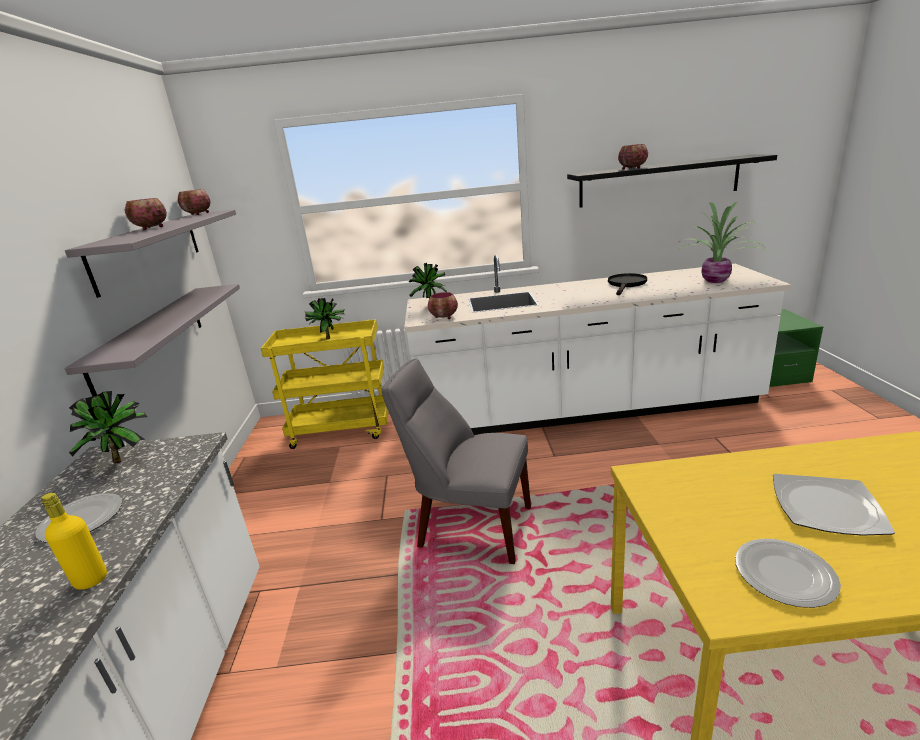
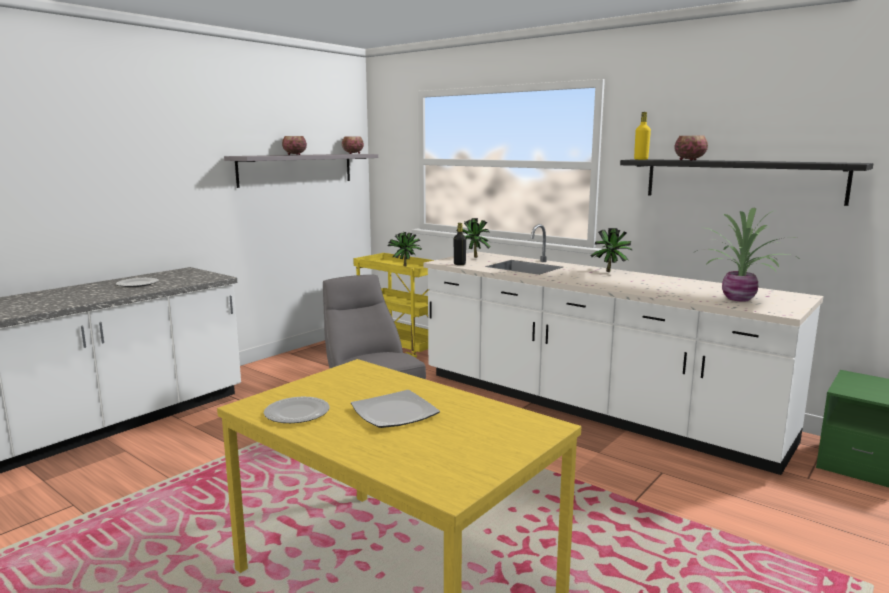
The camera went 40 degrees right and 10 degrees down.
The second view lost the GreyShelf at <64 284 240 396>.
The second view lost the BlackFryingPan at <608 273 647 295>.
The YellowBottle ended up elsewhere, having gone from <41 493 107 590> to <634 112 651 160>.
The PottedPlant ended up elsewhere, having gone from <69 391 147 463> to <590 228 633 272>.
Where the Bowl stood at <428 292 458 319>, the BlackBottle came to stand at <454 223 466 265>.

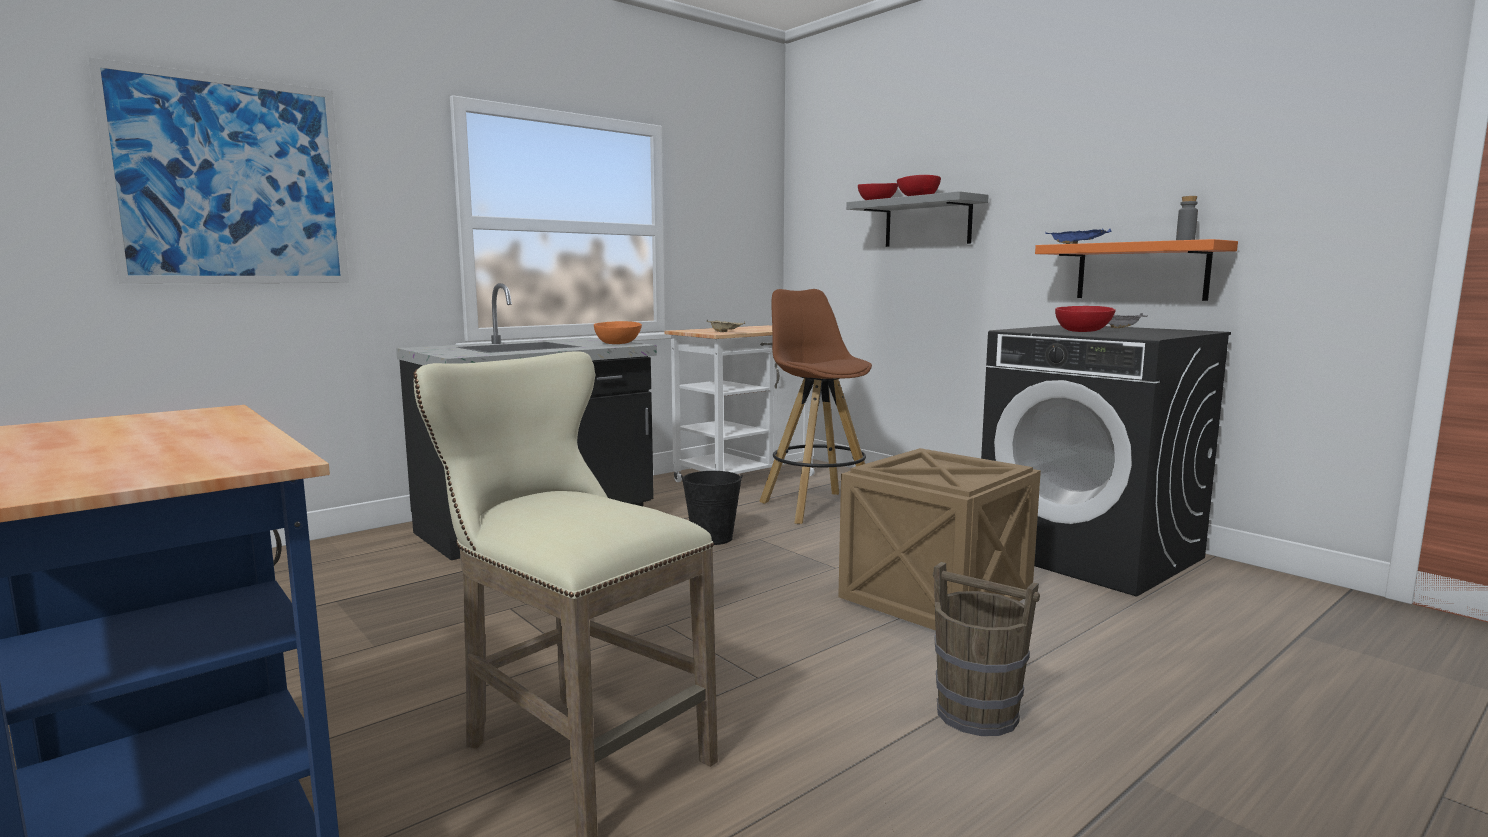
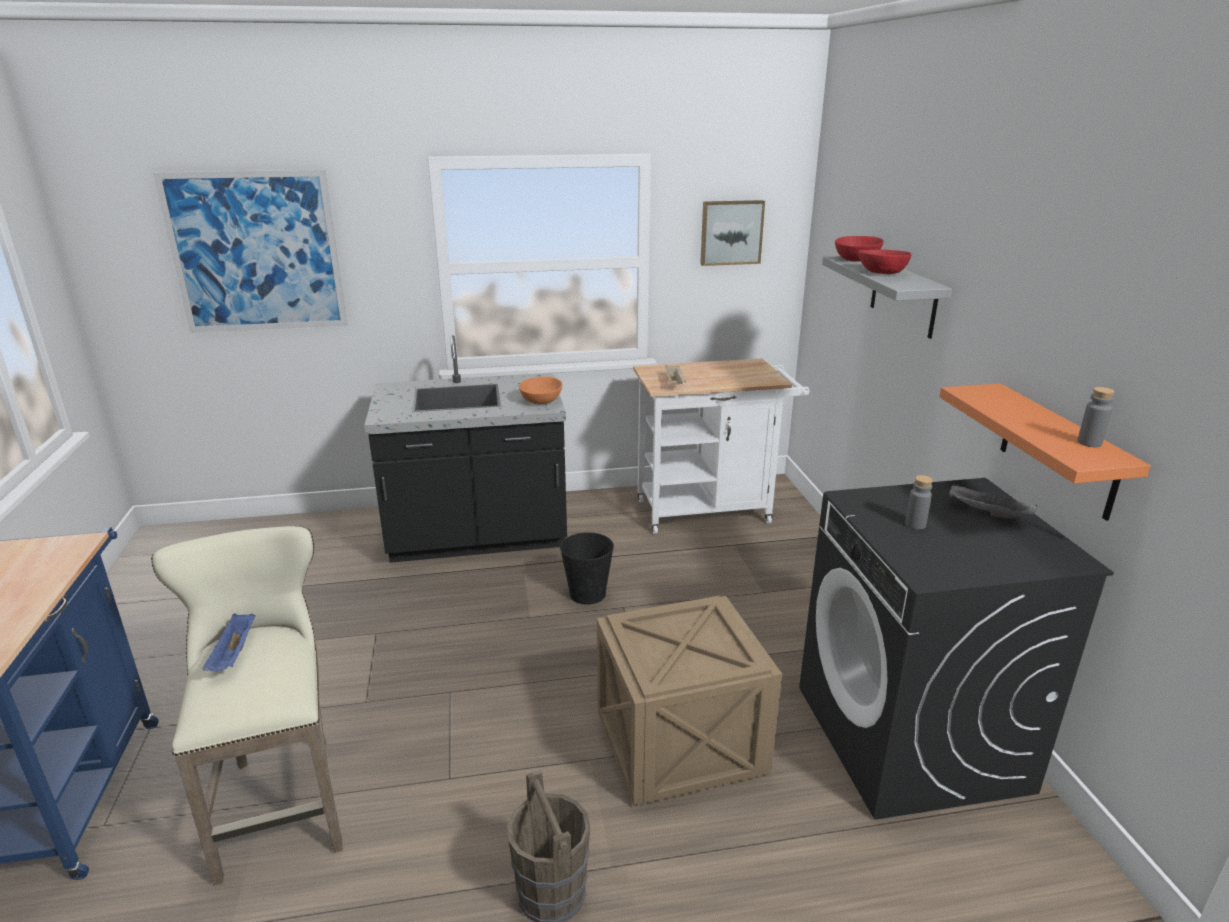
The camera went 30 degrees right and 15 degrees up.
The second view lost the BrownStool at <759 289 872 524>.
The second view gained the Picture at <700 200 765 266>.
The BlueTray ended up elsewhere, having gone from <1045 228 1112 244> to <202 613 255 671>.
Where the RedBowl stood at <1055 306 1116 332>, the GreyBottle came to stand at <905 475 933 529>.

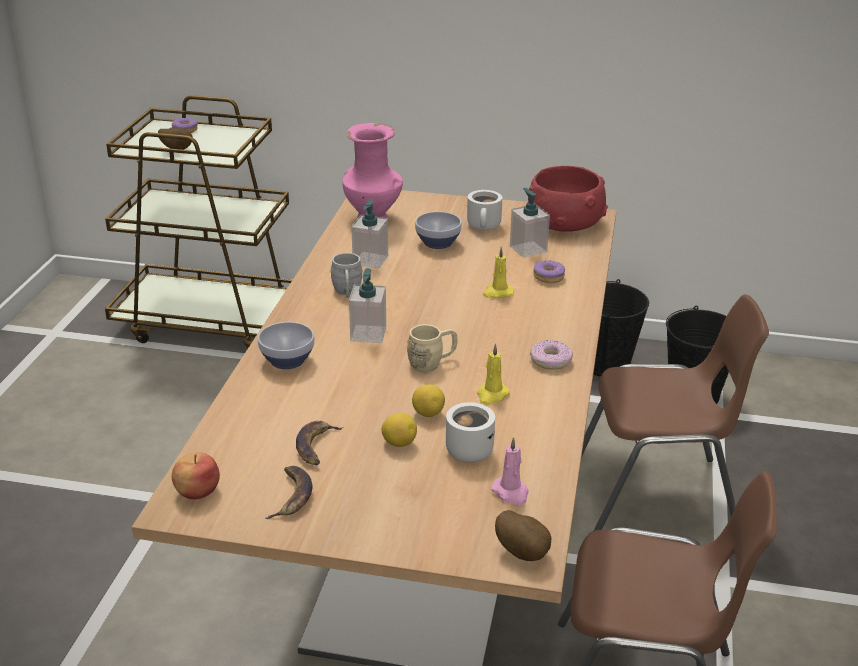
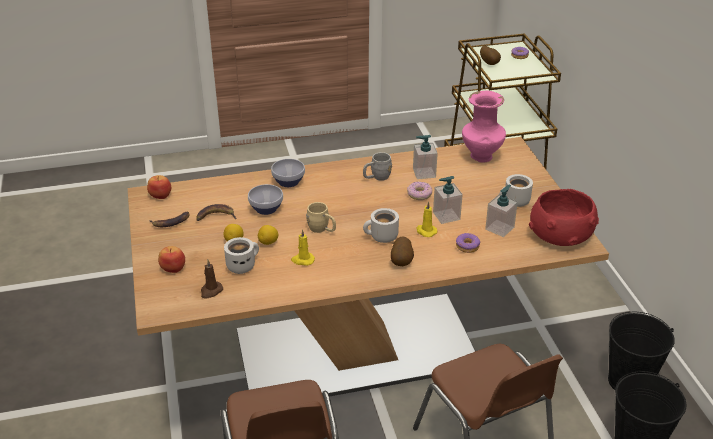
The camera went 65 degrees right and 5 degrees up.
The second view gained the Apple at <158 246 185 273>.
The second view gained the WhiteMug at <363 208 399 243>.
The SoapDispenser ended up elsewhere, having gone from <349 268 386 343> to <433 176 463 224>.
The Bowl ended up elsewhere, having gone from <415 212 462 249> to <248 184 283 215>.
The Potato ended up elsewhere, having gone from <495 510 551 561> to <391 237 414 266>.
The Donut ended up elsewhere, having gone from <530 340 573 370> to <407 182 432 200>.
What was the PinkCandle at <491 437 529 505> turned into the BrownCandle at <201 260 223 299>.

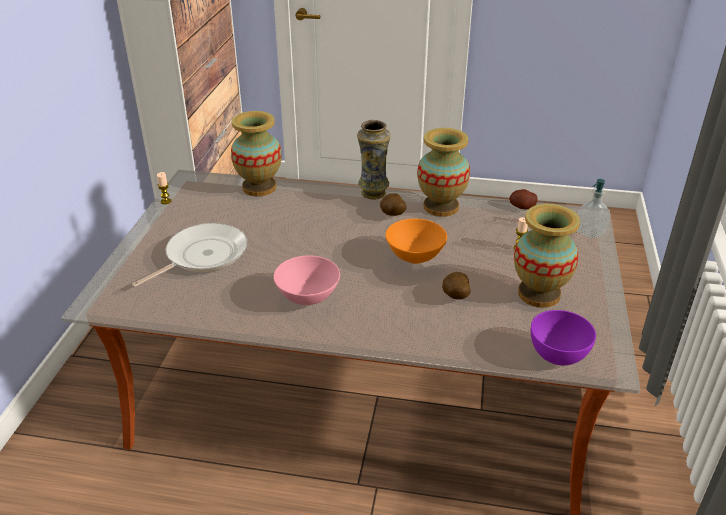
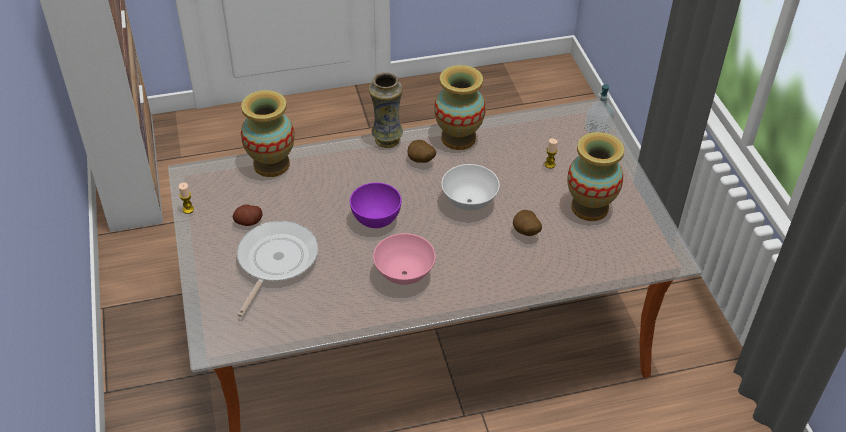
The camera went 25 degrees left and 10 degrees up.
The Potato ended up elsewhere, having gone from <509 189 538 209> to <233 204 263 226>.
The PurpleBowl ended up elsewhere, having gone from <531 310 596 365> to <350 182 401 228>.
What was the OrangeBowl at <386 218 447 264> turned into the WhiteBowl at <441 164 500 210>.

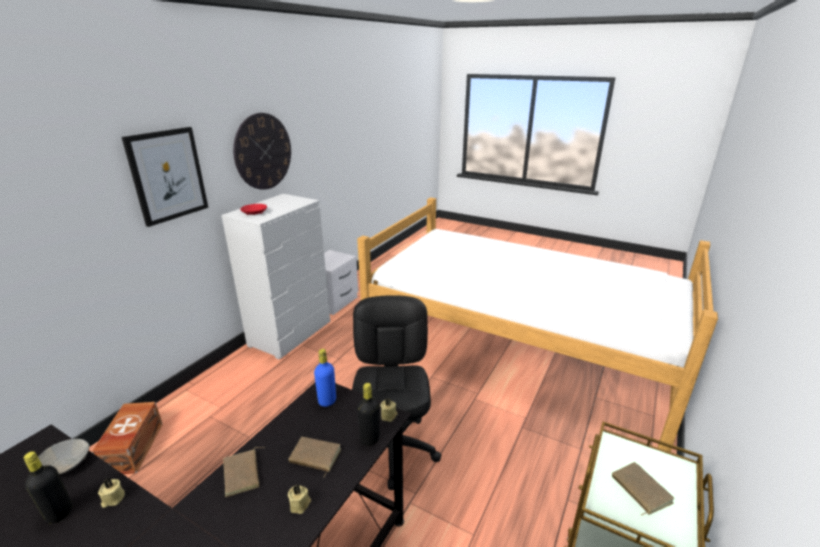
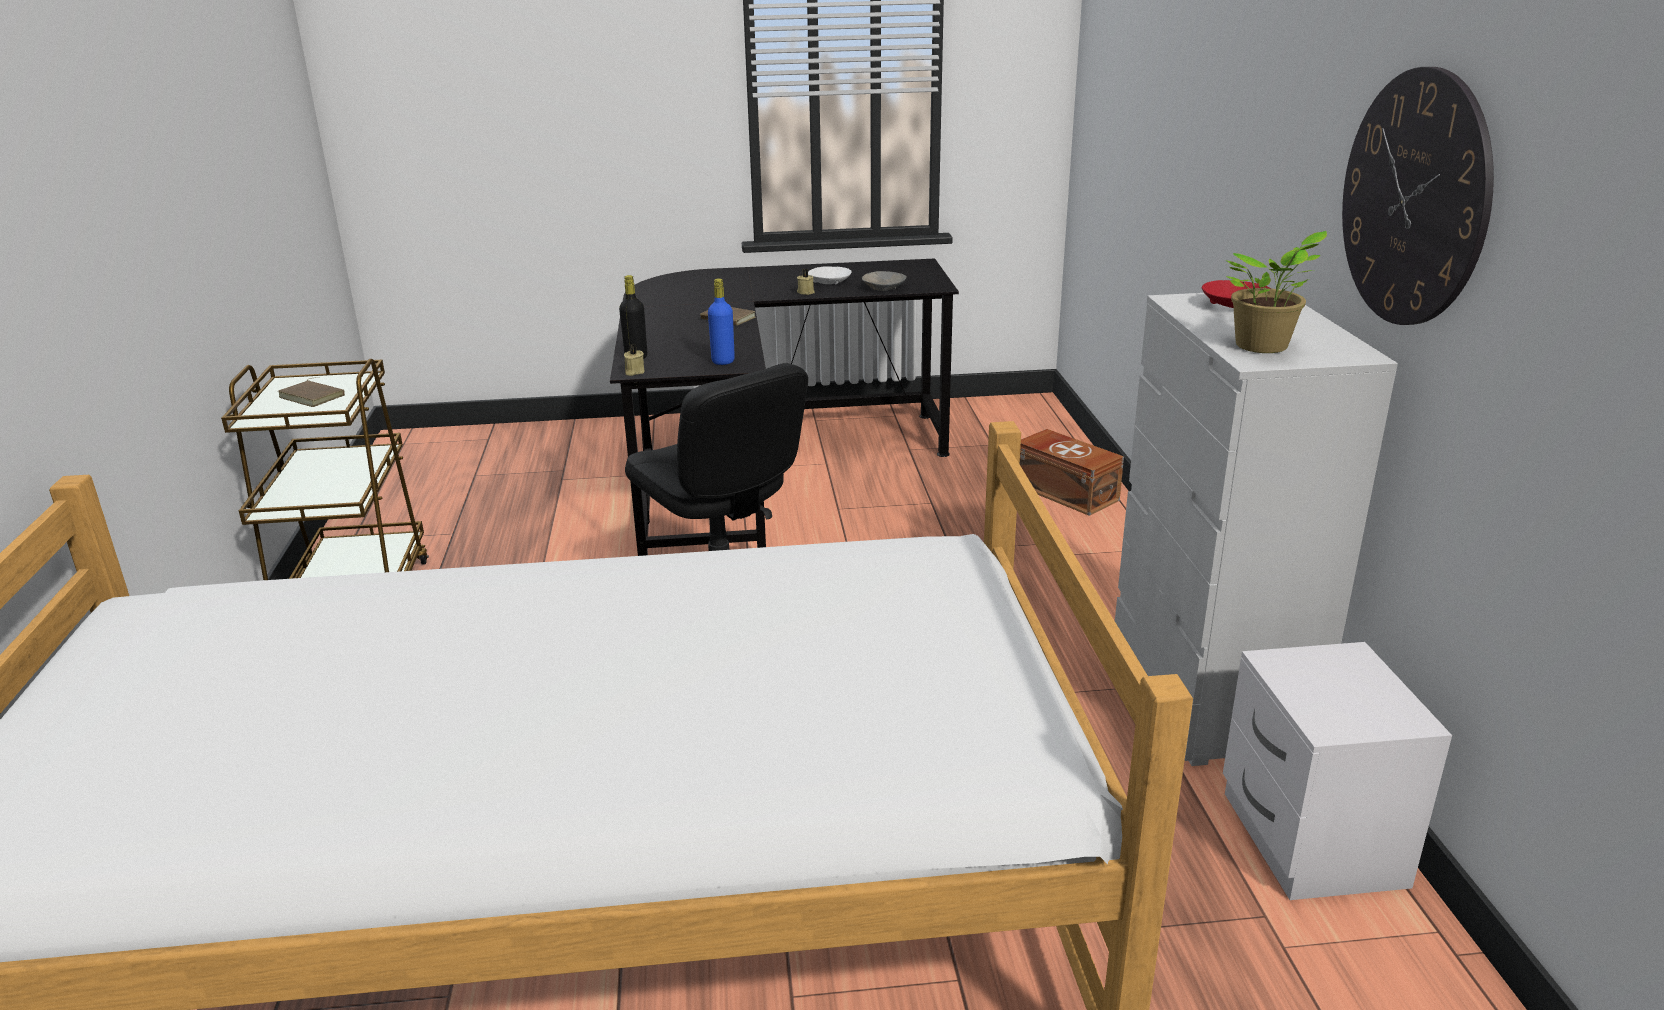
The camera went 145 degrees right and 0 degrees up.
The second view lost the Picture at <122 127 208 227>.
The second view lost the BrownBook at <288 437 341 477>.
The second view lost the BeigeCandle at <288 485 311 514>.
The second view gained the PottedPlant at <1225 231 1327 353>.
Where the BlackBottle stood at <24 451 72 523>, the WhiteBowl came to stand at <808 266 852 284>.

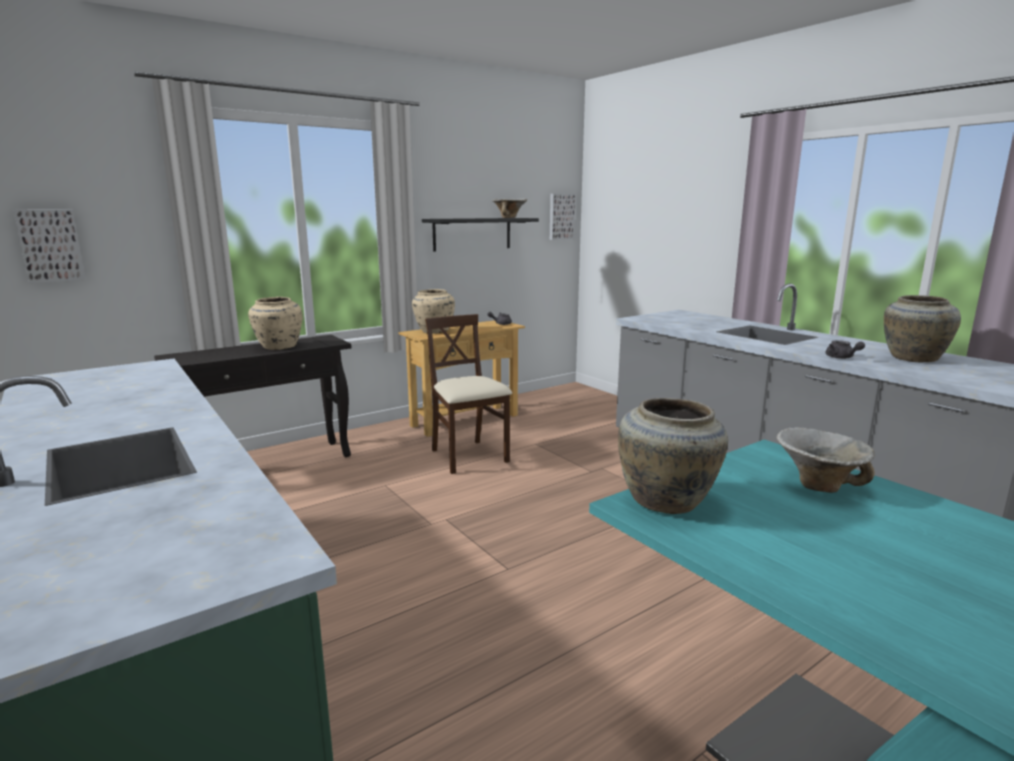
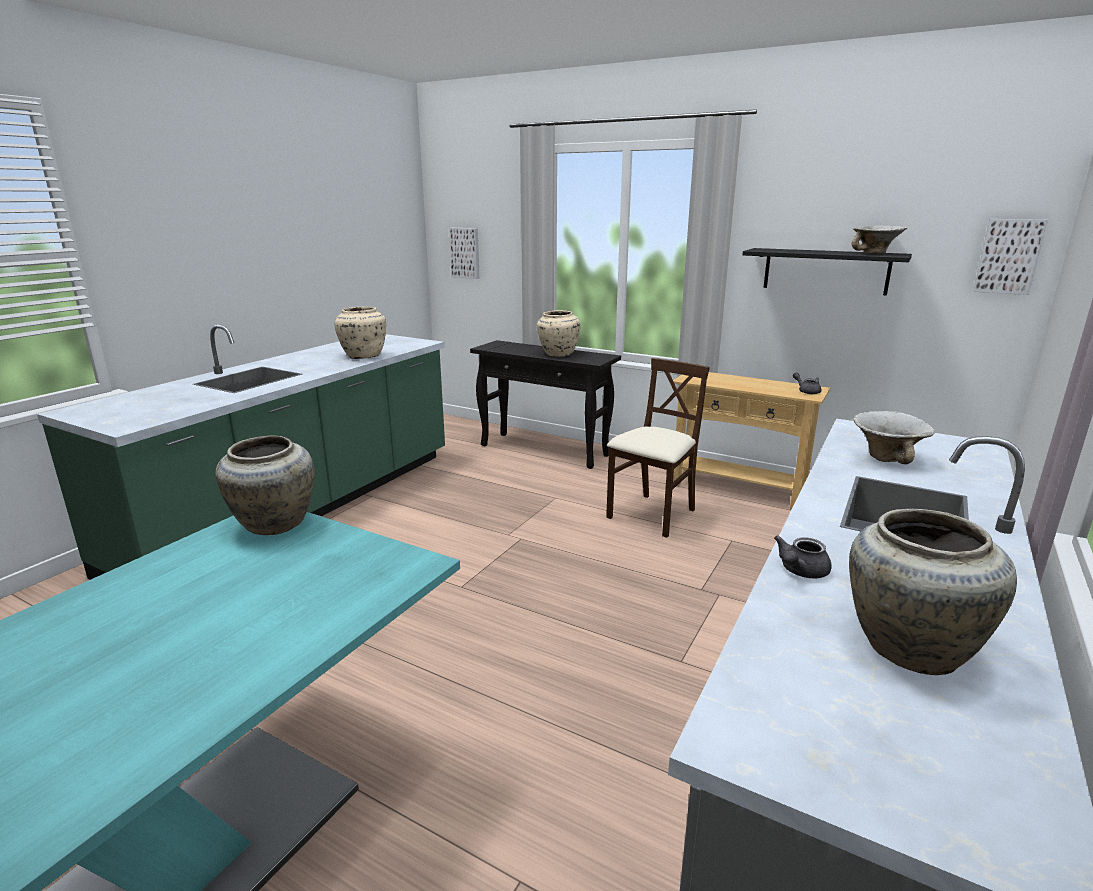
The camera went 65 degrees right and 5 degrees up.
The BeigeVase ended up elsewhere, having gone from <412 289 455 334> to <335 307 386 359>.
The Bowl ended up elsewhere, having gone from <776 427 875 493> to <853 411 935 464>.

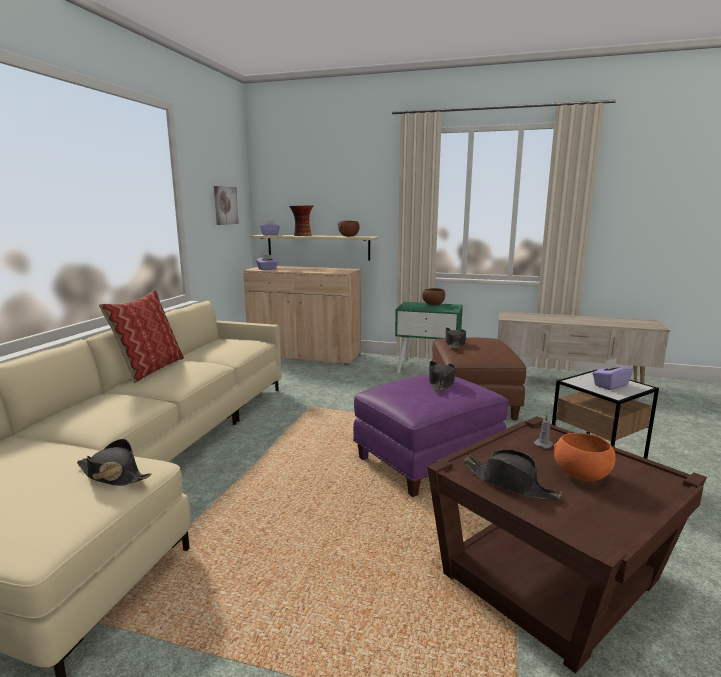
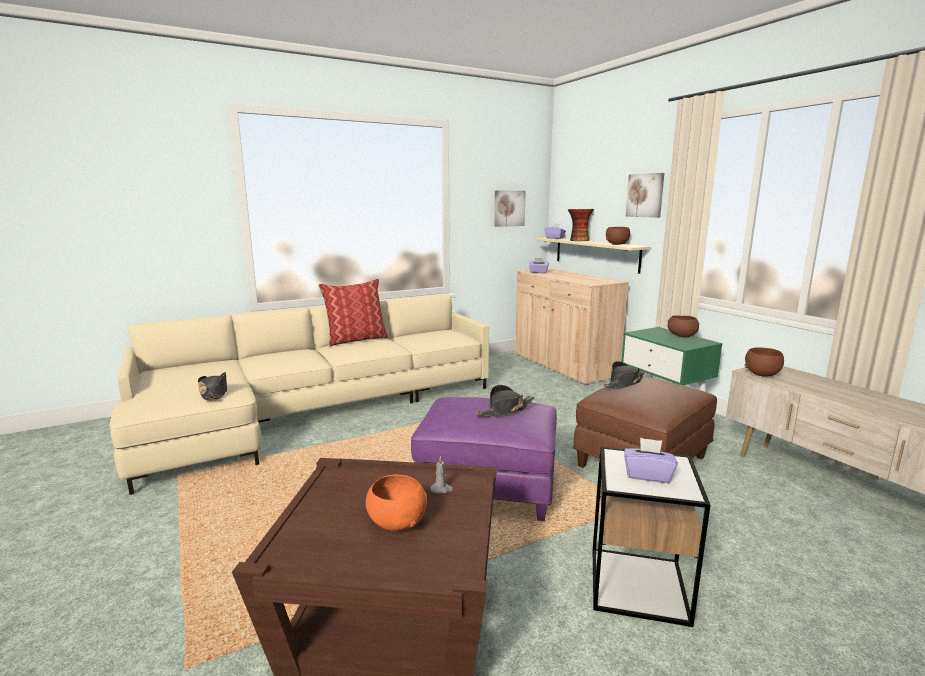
The camera went 45 degrees right and 0 degrees up.
The second view lost the BlackHat at <463 449 562 500>.
The second view gained the Picture at <626 173 665 218>.
The second view gained the BrownBowl at <745 348 784 376>.

